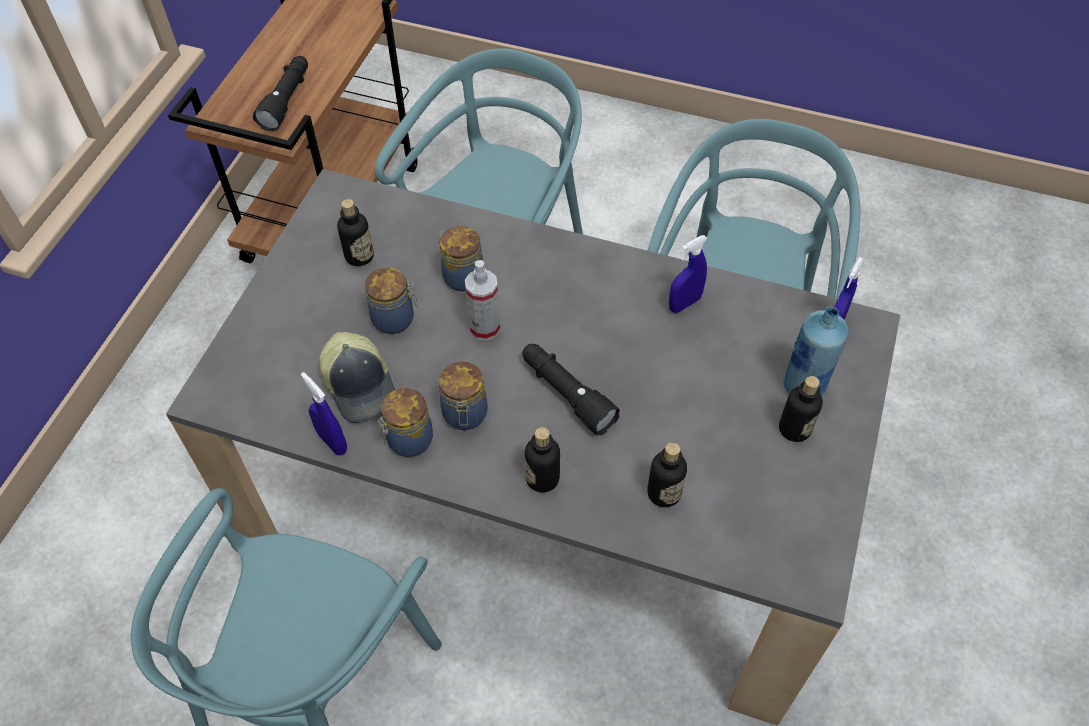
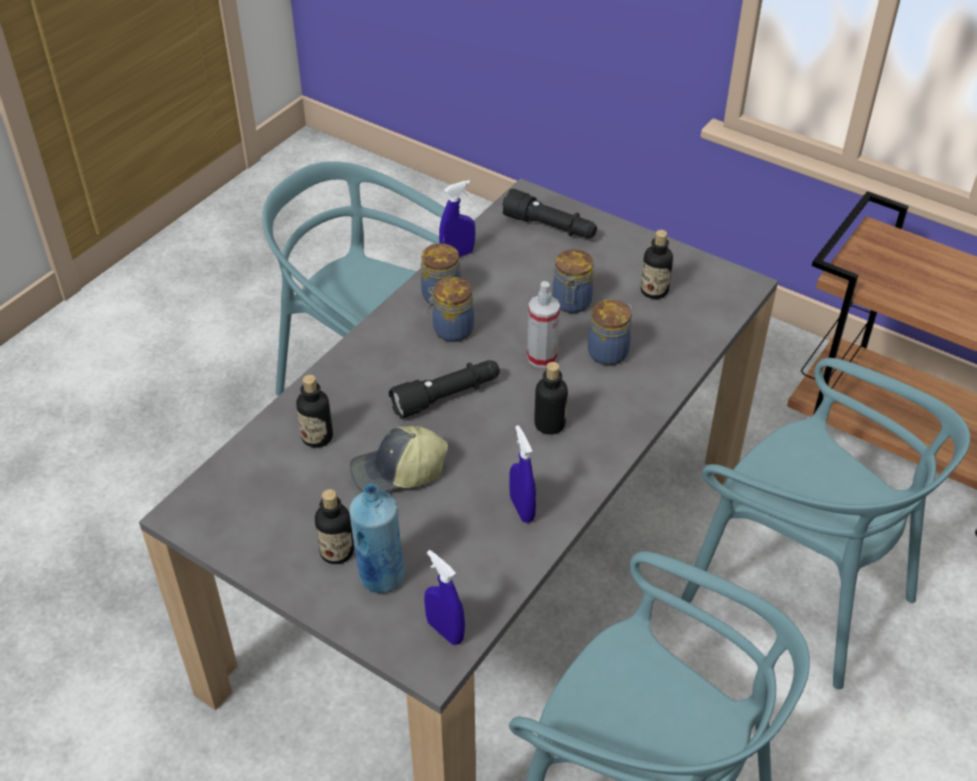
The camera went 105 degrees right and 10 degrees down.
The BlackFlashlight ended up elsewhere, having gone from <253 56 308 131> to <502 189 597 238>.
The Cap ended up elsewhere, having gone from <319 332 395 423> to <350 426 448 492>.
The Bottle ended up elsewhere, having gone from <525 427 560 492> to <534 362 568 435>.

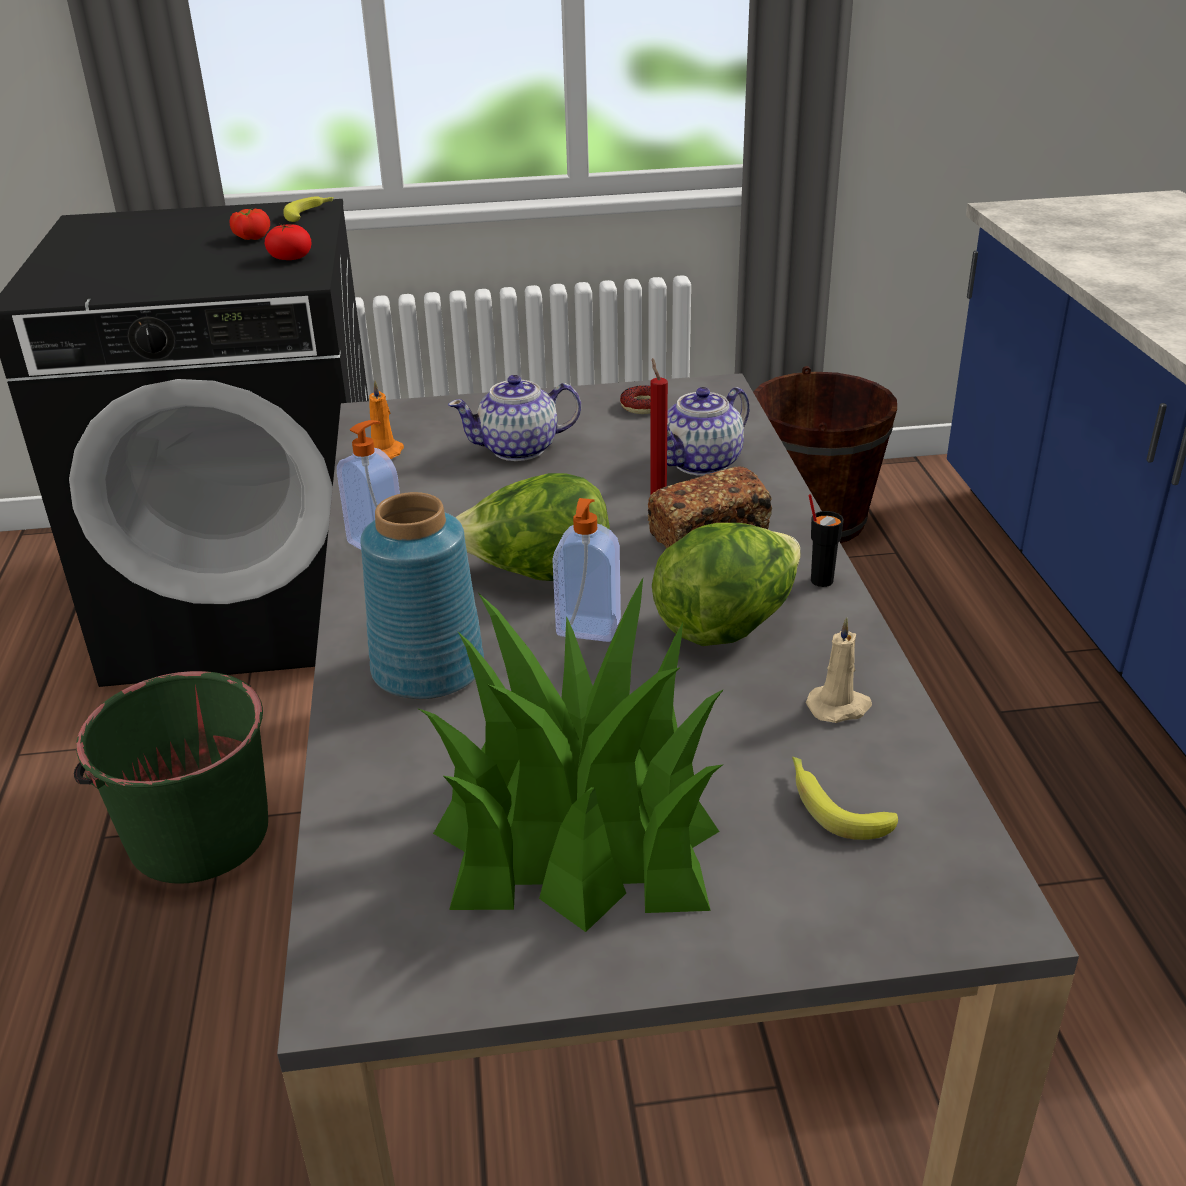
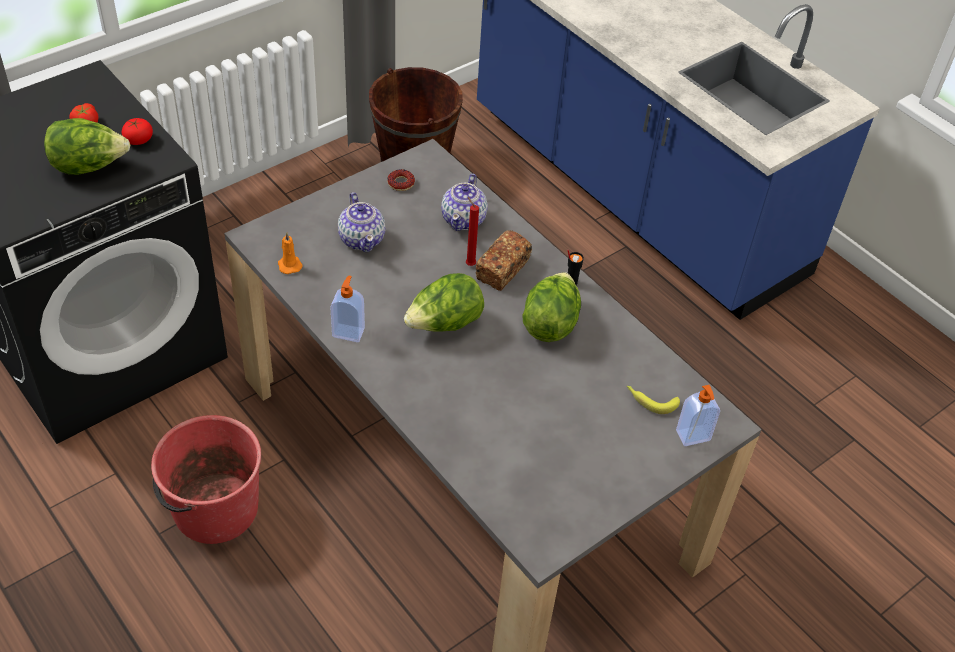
The camera went 35 degrees left and 15 degrees up.
The second view lost the Banana at <283 196 334 222>.
The second view lost the BlueVase at <360 492 484 699>.
The second view lost the PottedPlant at <417 578 724 932>.
The second view lost the BeigeCandle at <806 617 872 723>.
The second view gained the Lettuce at <44 118 130 175>.
The SoapDispenser ended up elsewhere, having gone from <552 498 621 642> to <676 385 720 446>.
What was the GreenBucket at <74 671 268 884> turned into the RedBucket at <151 415 261 544>.
The Teapot at <448 375 581 461> ended up facing another way, 60 degrees counterclockwise from before.

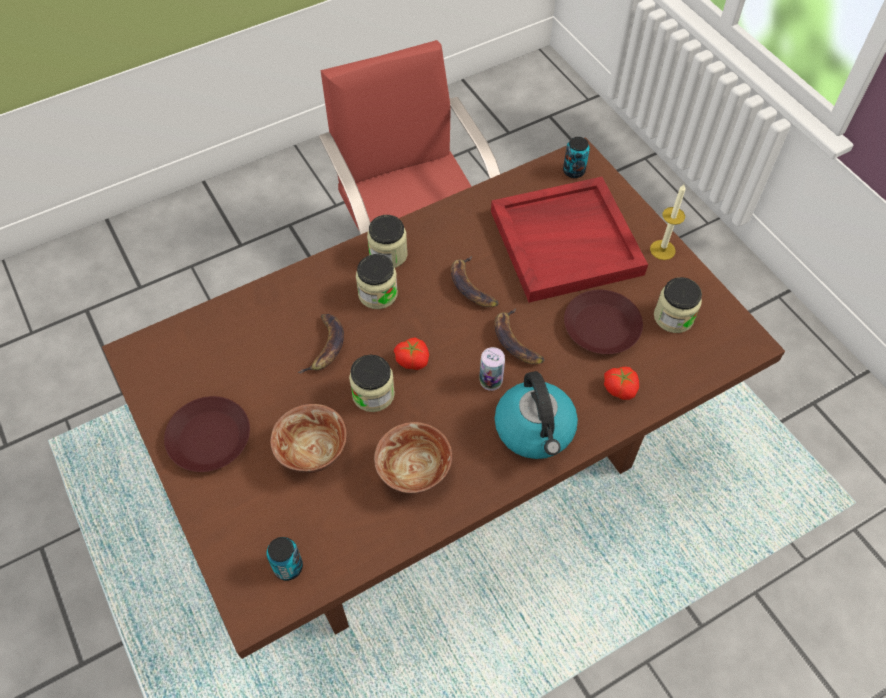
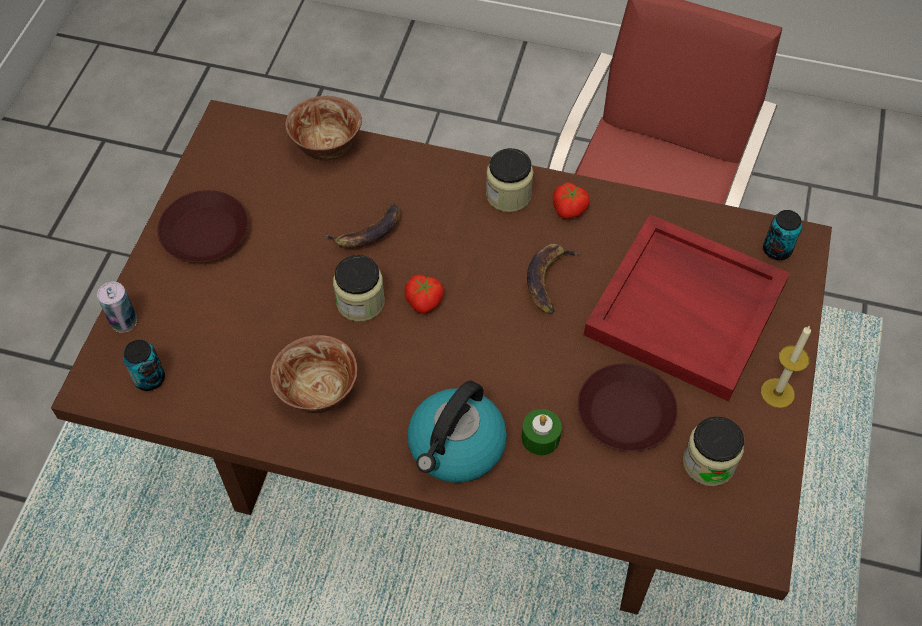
The camera went 45 degrees right and 0 degrees up.
The second view lost the Jar at <356 254 398 309>.
The second view lost the Banana at <494 308 544 364>.
The second view gained the GreenCandle at <522 409 562 455>.
The Bowl ended up elsewhere, having gone from <270 404 347 473> to <285 96 362 161>.
The Can ended up elsewhere, having gone from <479 347 505 391> to <97 282 137 333>.
The Tomato ended up elsewhere, having gone from <604 367 639 400> to <553 182 590 219>.

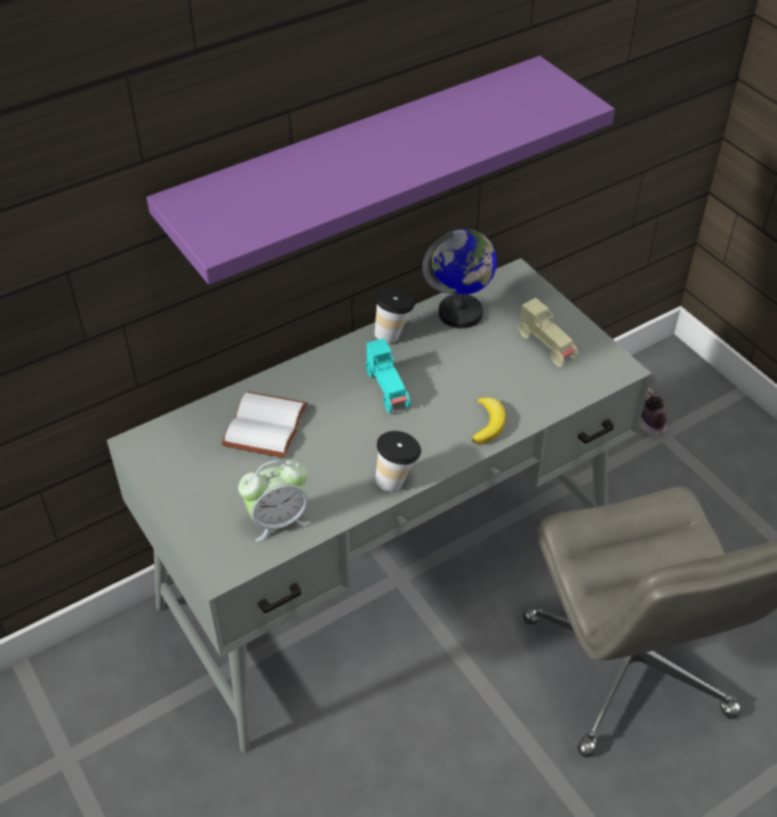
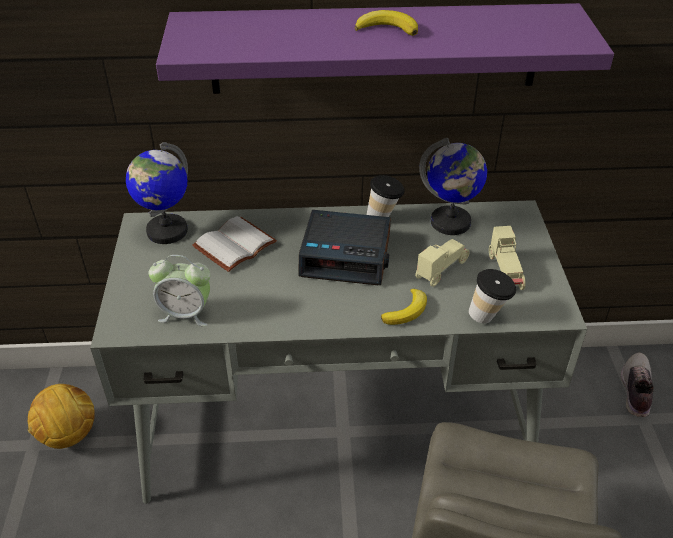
The camera went 30 degrees right and 5 degrees down.
The second view gained the Football at <28 384 95 449>.
The second view gained the Globe at <126 142 188 244>.
The second view gained the Banana at <355 10 418 36>.
The second view gained the BeigeToyCar at <415 239 470 287>.
The Cup ended up elsewhere, having gone from <375 431 421 492> to <469 269 516 323>.
Where the TurquoiseToyCar stood at <366 338 410 413>, the AlarmClock came to stand at <299 210 391 285>.

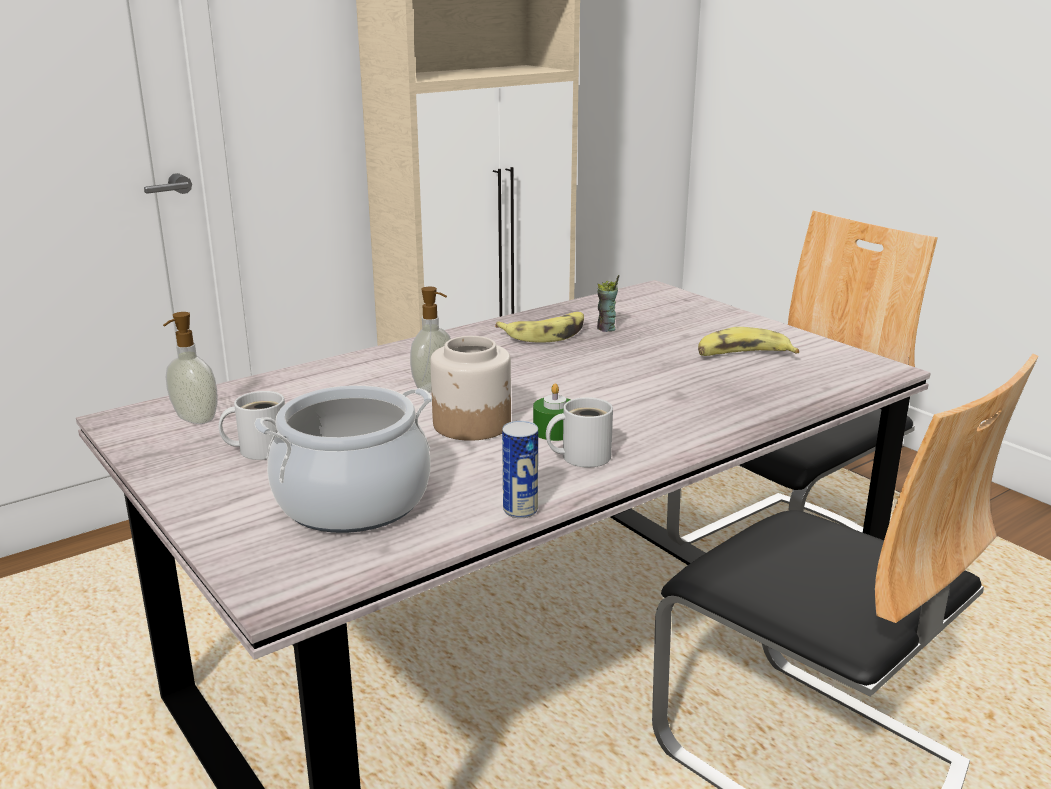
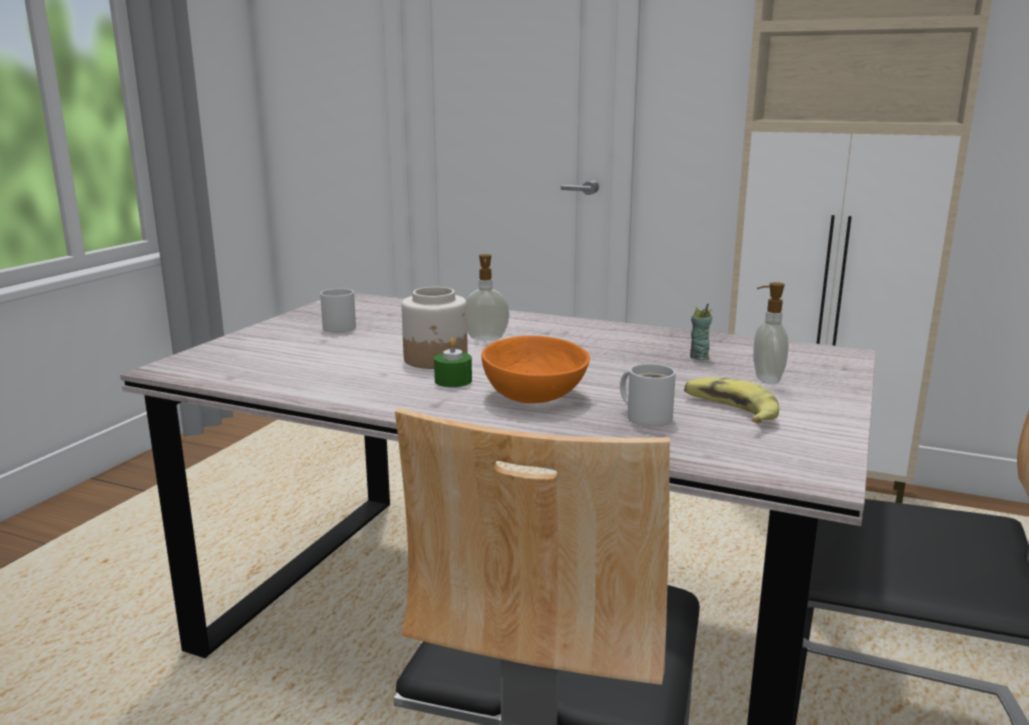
The camera went 60 degrees right and 5 degrees down.
The second view lost the CookingPot at <254 385 432 533>.
The second view lost the Banana at <495 312 584 343>.
The second view lost the Can at <502 421 538 518>.
The second view gained the OrangeBowl at <481 336 590 403>.
The SoapDispenser ended up elsewhere, having gone from <163 312 218 424> to <753 282 789 384>.
The WhiteMug ended up elsewhere, having gone from <546 397 613 468> to <620 363 676 427>.

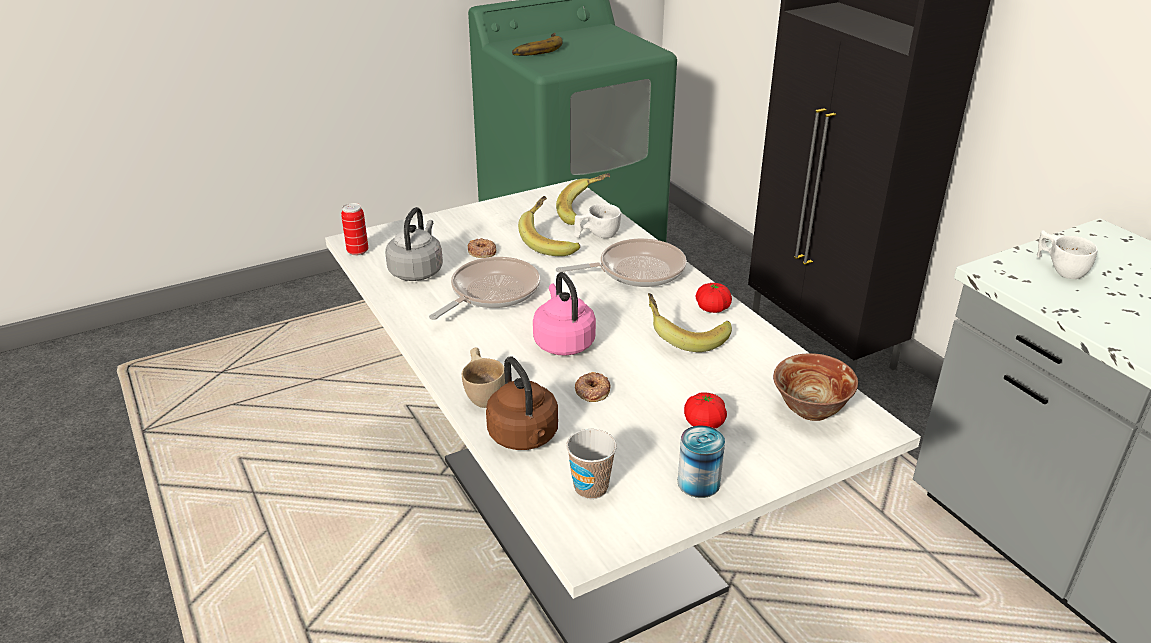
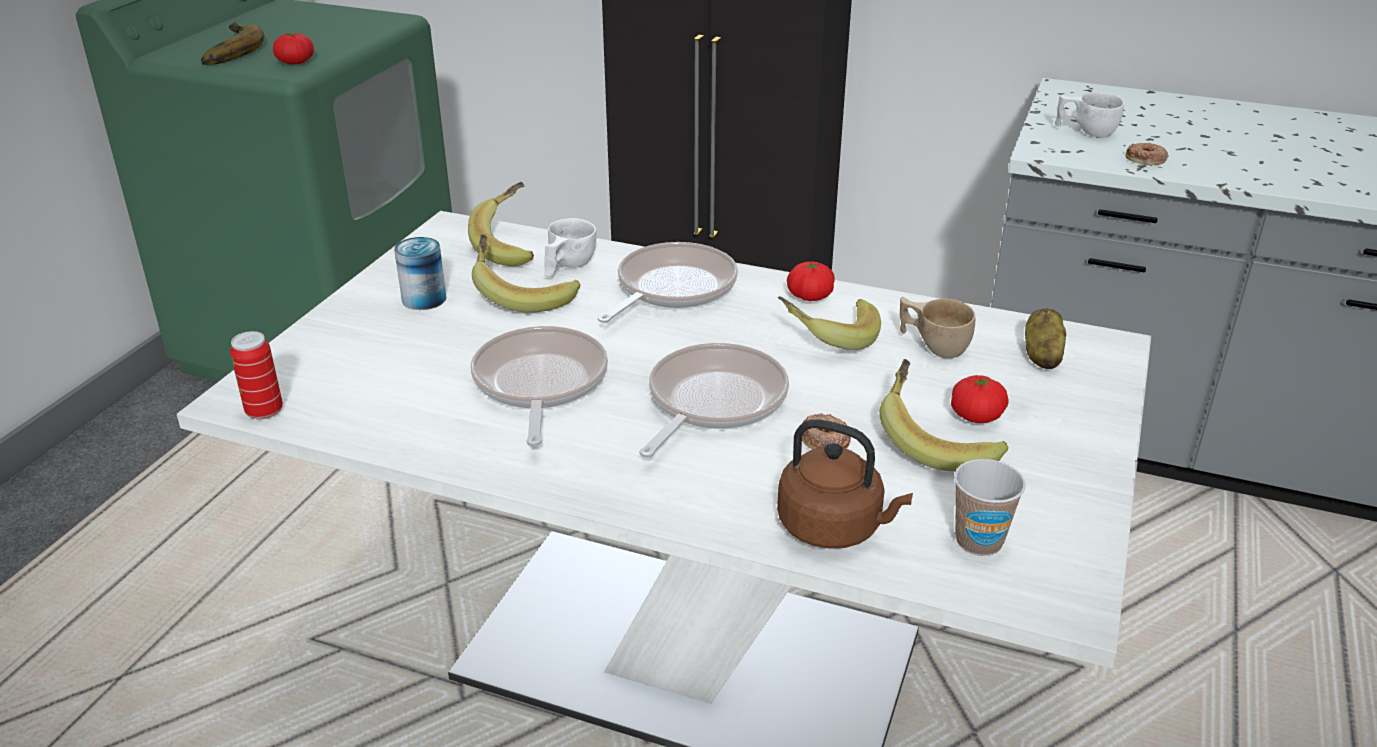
The camera went 40 degrees left and 0 degrees up.
The second view lost the GreyKettle at <385 207 443 281>.
The second view gained the Tomato at <273 33 314 64>.
The second view gained the Banana at <880 359 1008 472>.
The BeigeCup ended up elsewhere, having gone from <462 347 505 408> to <900 297 975 358>.
The Donut ended up elsewhere, having gone from <467 238 496 258> to <1125 142 1169 165>.
The Can ended up elsewhere, having gone from <678 425 725 498> to <394 237 446 310>.
Where the PinkKettle stood at <533 272 596 356>, the FryingPan came to stand at <639 343 789 458>.
Where the Bowl stood at <773 354 858 421>, the Potato came to stand at <1025 309 1066 369>.

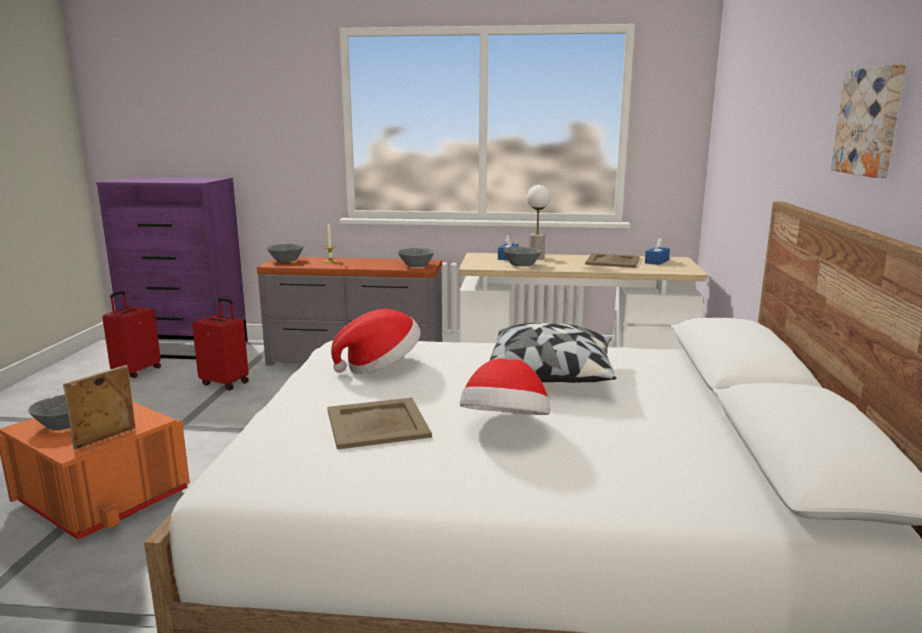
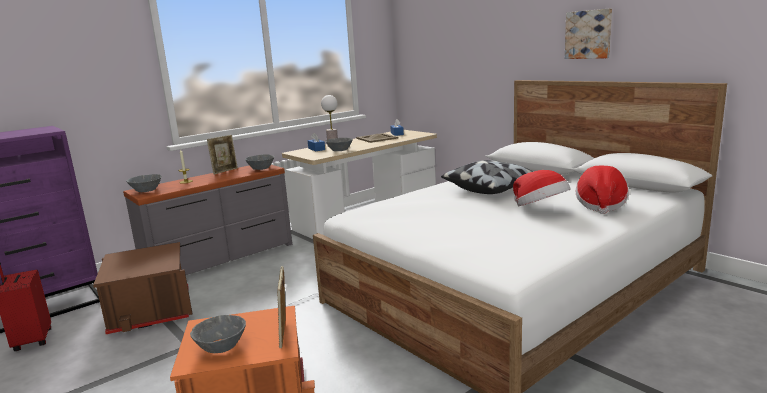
The camera went 45 degrees left and 0 degrees up.
The second view lost the BeigeTray at <327 398 432 450>.
The second view gained the PictureFrame at <207 135 238 174>.
The Hat ended up elsewhere, having gone from <331 309 421 374> to <576 166 629 214>.
Where the RedSuitcase stood at <192 298 249 391>, the BrownStorageBox came to stand at <93 242 192 334>.

